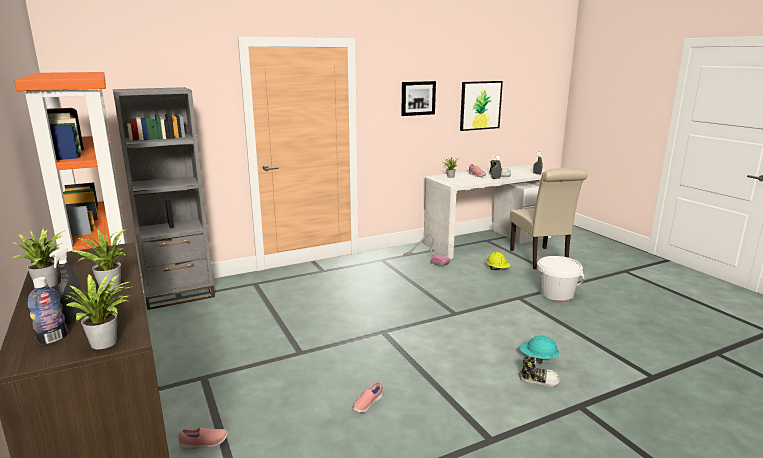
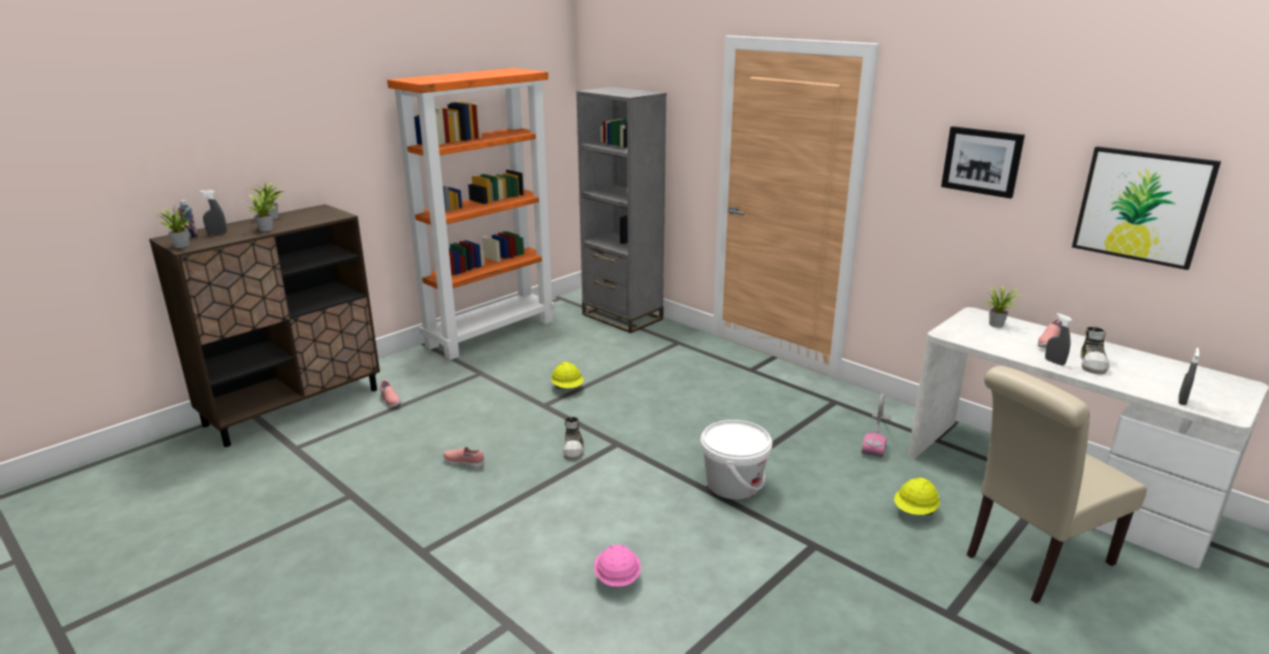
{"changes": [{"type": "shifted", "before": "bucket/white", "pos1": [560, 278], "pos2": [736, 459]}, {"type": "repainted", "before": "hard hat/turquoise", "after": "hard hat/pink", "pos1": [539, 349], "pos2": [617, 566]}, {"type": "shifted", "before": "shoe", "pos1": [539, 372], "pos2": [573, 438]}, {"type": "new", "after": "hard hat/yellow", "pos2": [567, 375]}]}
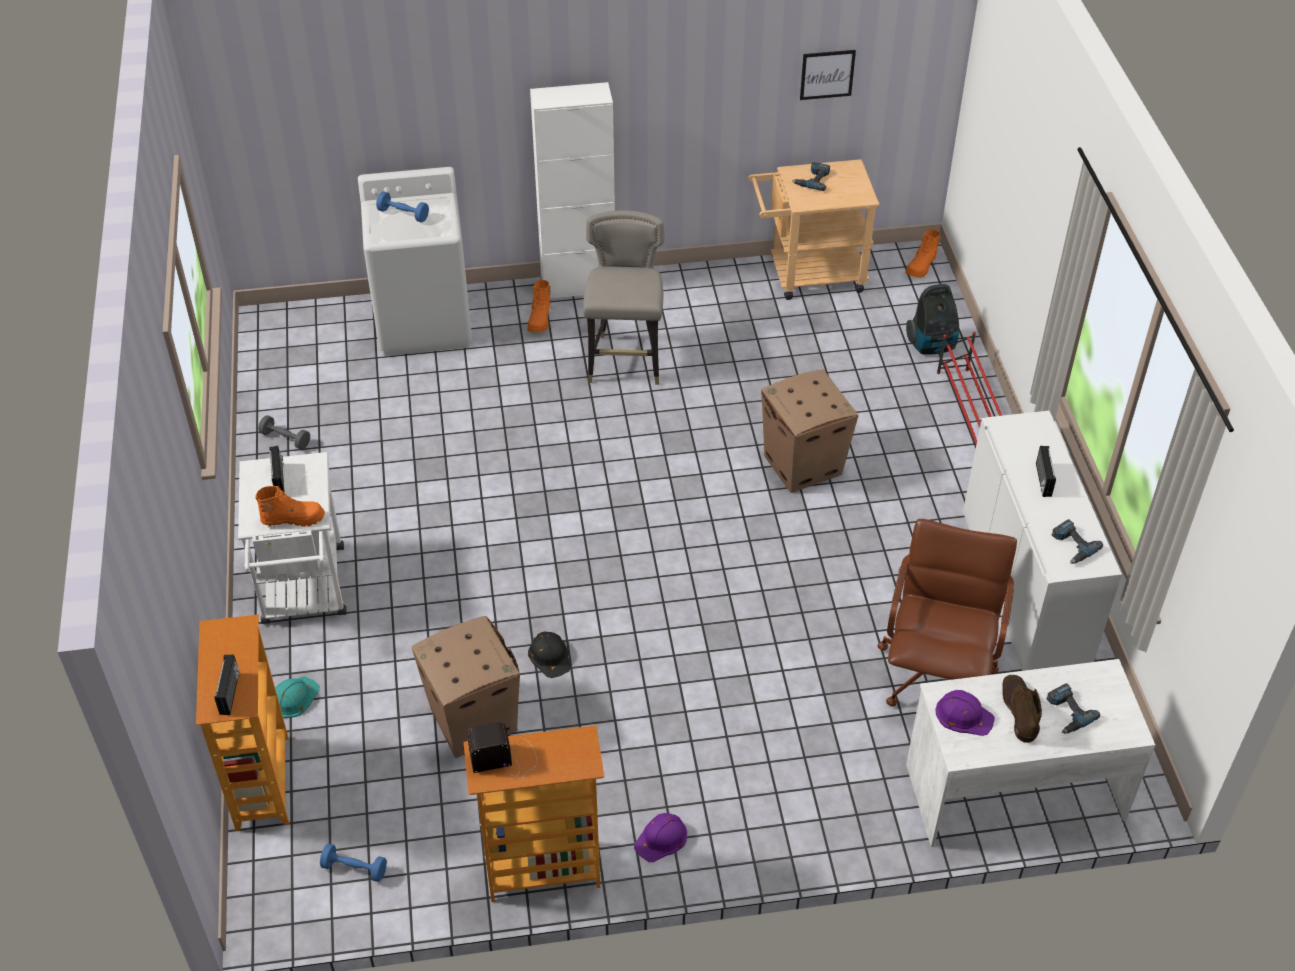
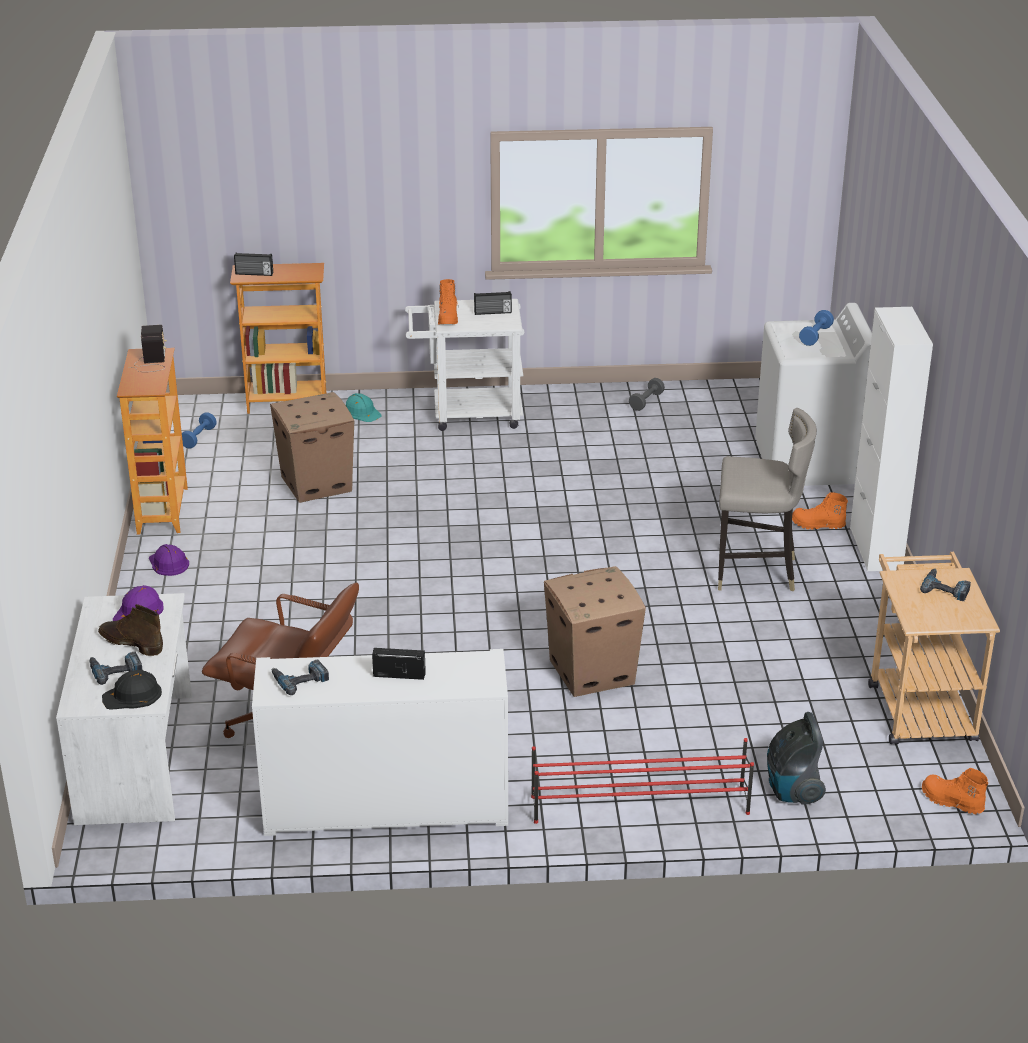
{"changes": [{"type": "gone", "before": "picture", "pos1": [828, 75]}, {"type": "shifted", "before": "hard hat/black", "pos1": [549, 654], "pos2": [132, 690]}, {"type": "rotated", "before": "boot/brown", "pos1": [1022, 709], "pos2": [130, 630], "turn": -150}]}
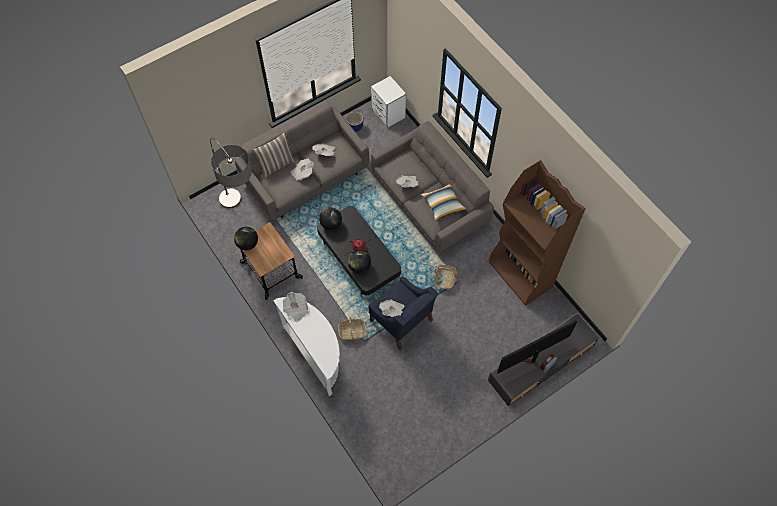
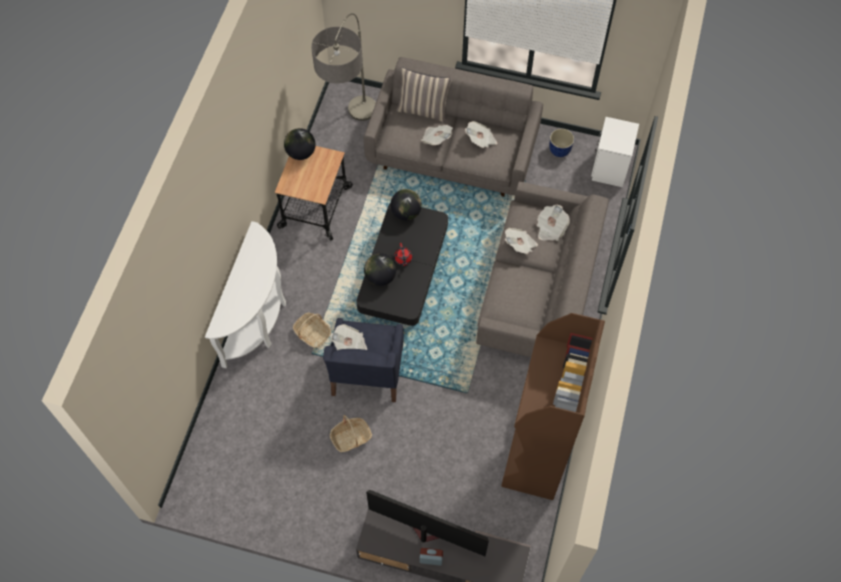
{"changes": [{"type": "gone", "before": "pillow", "pos1": [444, 203]}, {"type": "shifted", "before": "basket", "pos1": [445, 277], "pos2": [351, 433]}, {"type": "shifted", "before": "newspaper", "pos1": [296, 307], "pos2": [553, 223]}]}
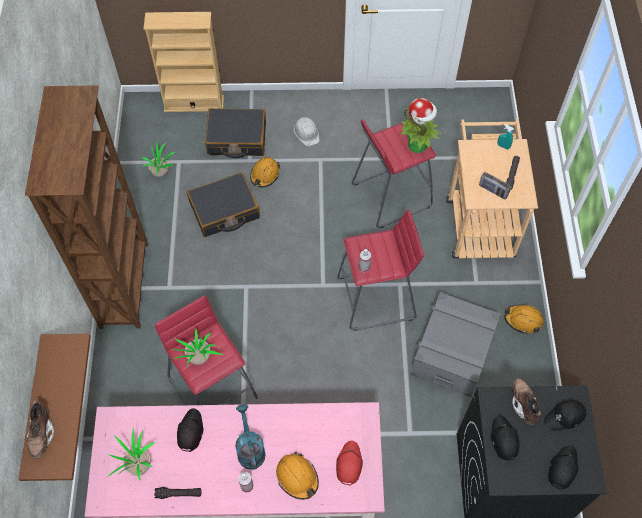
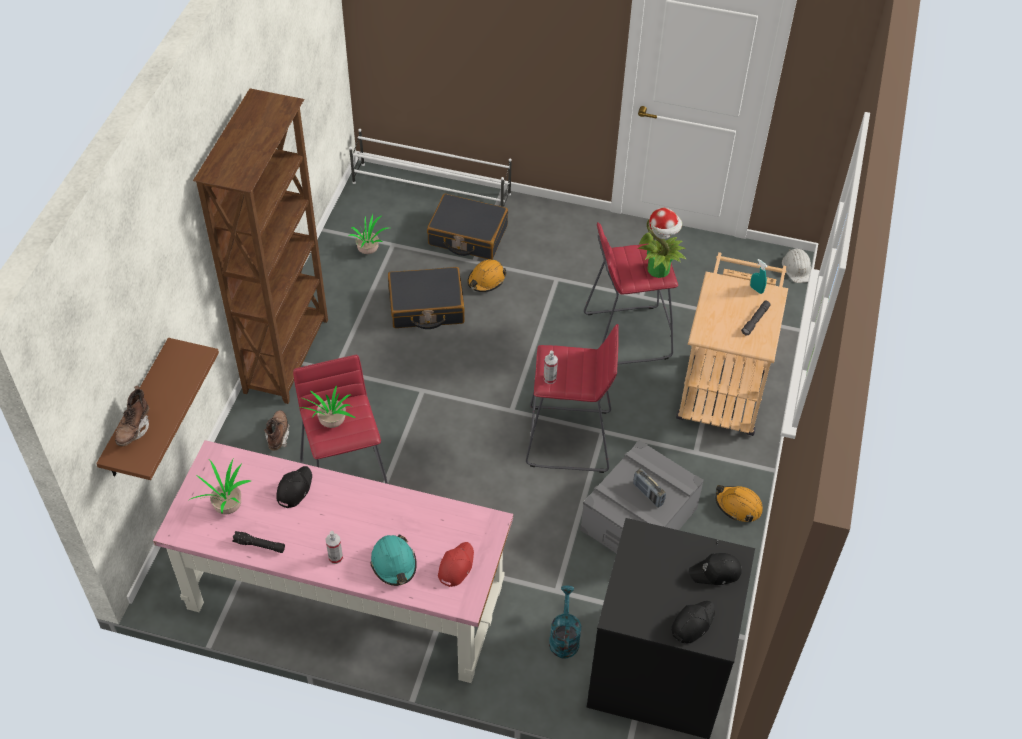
{"changes": [{"type": "swapped", "before": "bookcase/beige", "after": "shoe rack/white", "pos1": [183, 62], "pos2": [430, 168]}, {"type": "shifted", "before": "hard hat/white", "pos1": [307, 131], "pos2": [796, 266]}, {"type": "shifted", "before": "radio", "pos1": [495, 185], "pos2": [649, 487]}, {"type": "shifted", "before": "boot/brown", "pos1": [526, 401], "pos2": [277, 430]}, {"type": "shifted", "before": "watering can/turquoise", "pos1": [250, 437], "pos2": [565, 622]}, {"type": "gone", "before": "cap/black", "pos1": [505, 437]}, {"type": "repainted", "before": "hard hat/orange", "after": "hard hat/turquoise", "pos1": [297, 476], "pos2": [393, 560]}]}
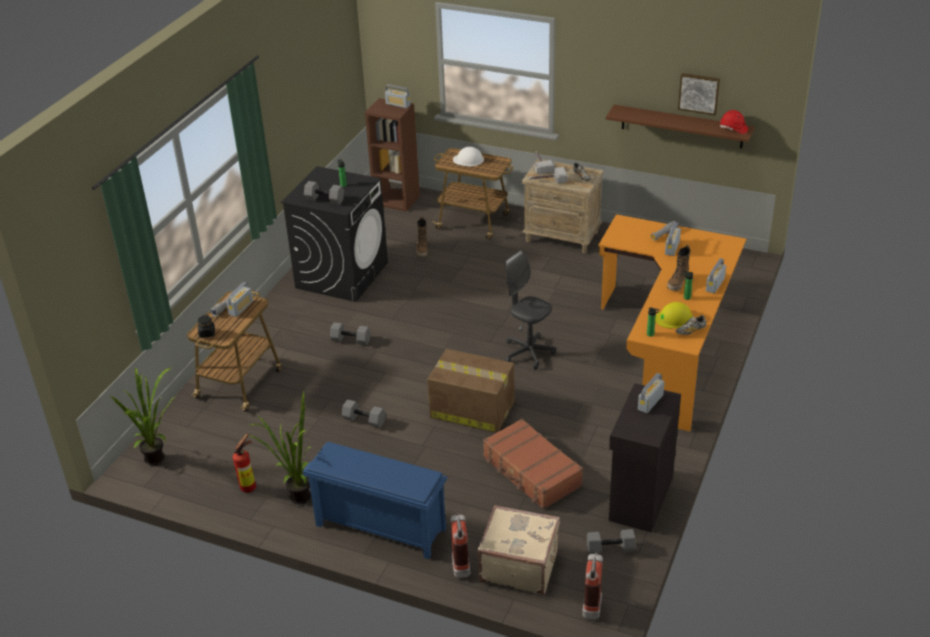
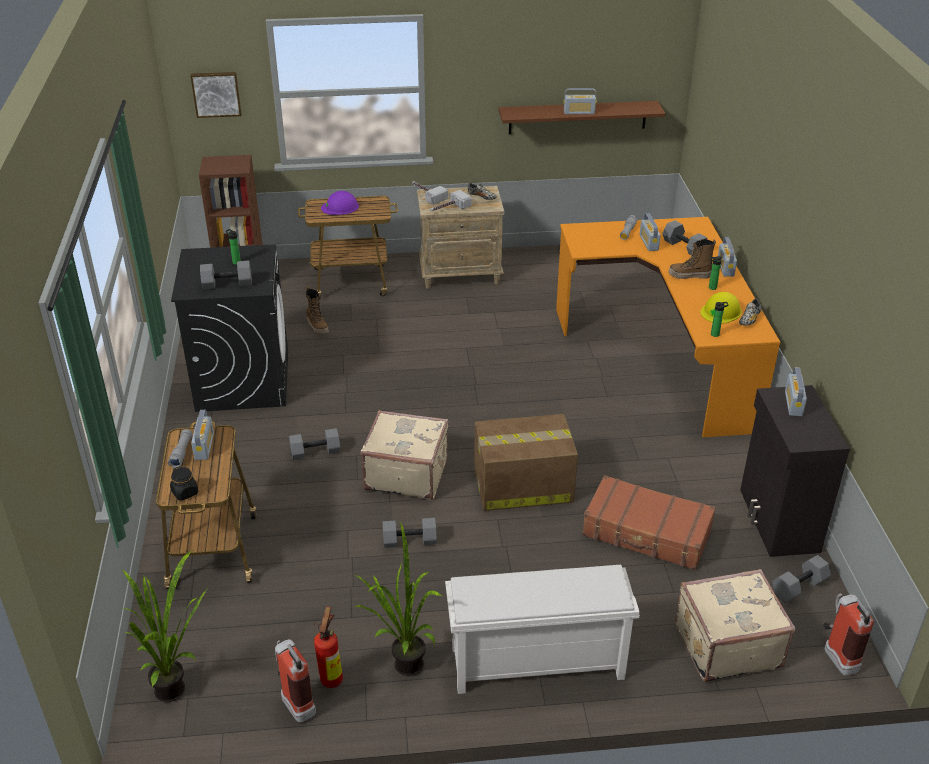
{"changes": [{"type": "shifted", "before": "picture", "pos1": [699, 94], "pos2": [216, 95]}, {"type": "shifted", "before": "radio", "pos1": [398, 96], "pos2": [580, 101]}, {"type": "gone", "before": "hard hat/red", "pos1": [734, 122]}, {"type": "repainted", "before": "hard hat/white", "after": "hard hat/purple", "pos1": [468, 156], "pos2": [340, 203]}, {"type": "rotated", "before": "boot", "pos1": [678, 268], "pos2": [692, 259], "turn": 90}, {"type": "gone", "before": "office chair/grey", "pos1": [530, 310]}, {"type": "repainted", "before": "shoe rack/blue", "after": "shoe rack/white", "pos1": [375, 500], "pos2": [542, 629]}, {"type": "shifted", "before": "fire extinguisher", "pos1": [460, 546], "pos2": [295, 681]}, {"type": "new", "after": "dumbbell/grey", "pos2": [685, 237]}, {"type": "new", "after": "suitcase/beige", "pos2": [404, 455]}]}
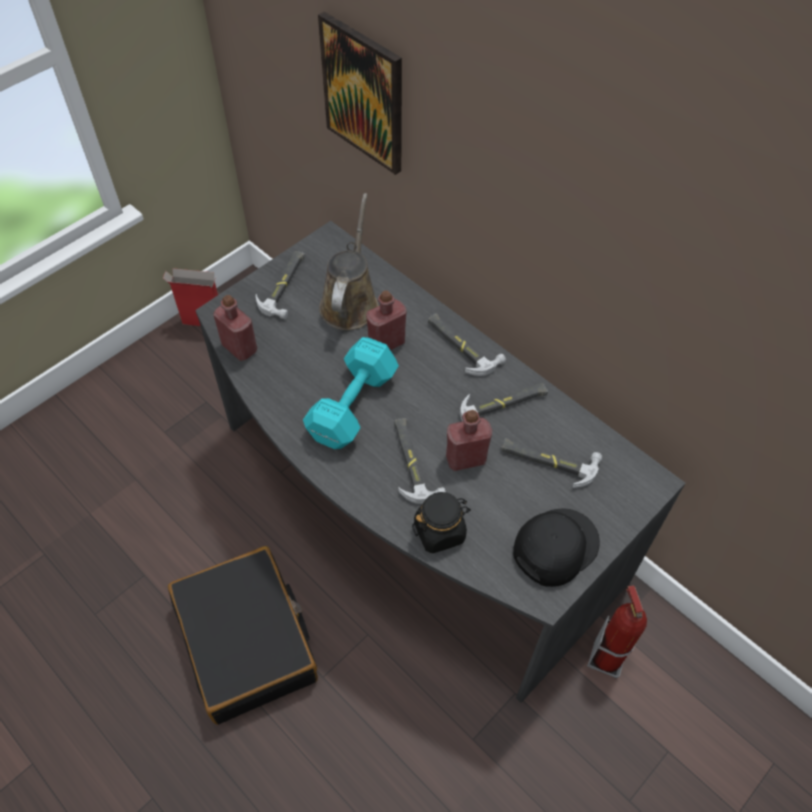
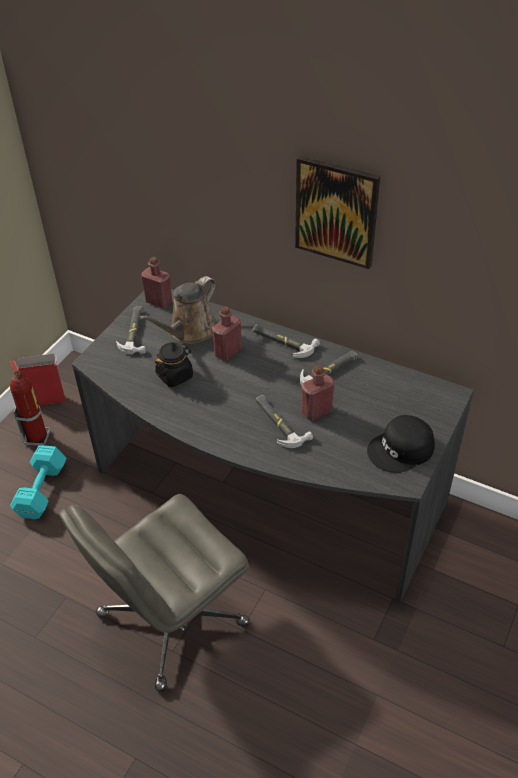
{"changes": [{"type": "shifted", "before": "picture", "pos1": [360, 93], "pos2": [337, 212]}, {"type": "rotated", "before": "watering can/brown", "pos1": [349, 261], "pos2": [177, 310], "turn": -135}, {"type": "shifted", "before": "bottle/red", "pos1": [235, 328], "pos2": [156, 282]}, {"type": "shifted", "before": "dumbbell/turquoise", "pos1": [351, 393], "pos2": [38, 482]}, {"type": "gone", "before": "hammer", "pos1": [551, 463]}, {"type": "shifted", "before": "jar/black", "pos1": [441, 523], "pos2": [174, 364]}, {"type": "rotated", "before": "cap/black", "pos1": [556, 547], "pos2": [401, 444], "turn": -150}, {"type": "swapped", "before": "suitcase/black", "after": "office chair/grey", "pos1": [243, 635], "pos2": [154, 593]}, {"type": "shifted", "before": "fire extinguisher", "pos1": [617, 631], "pos2": [30, 403]}]}
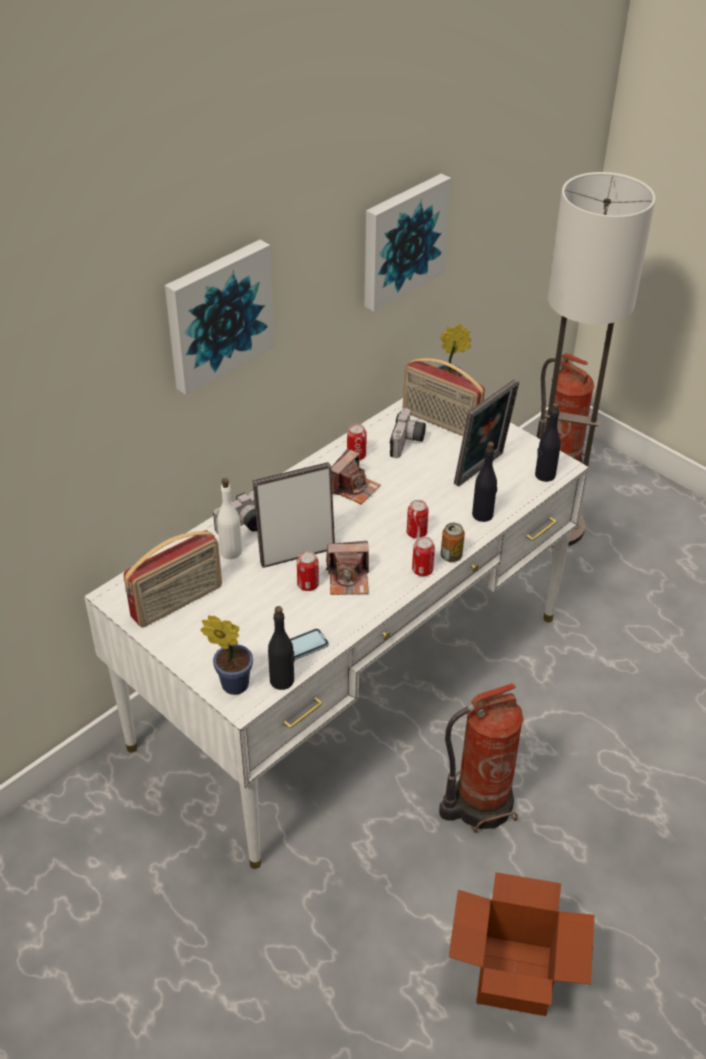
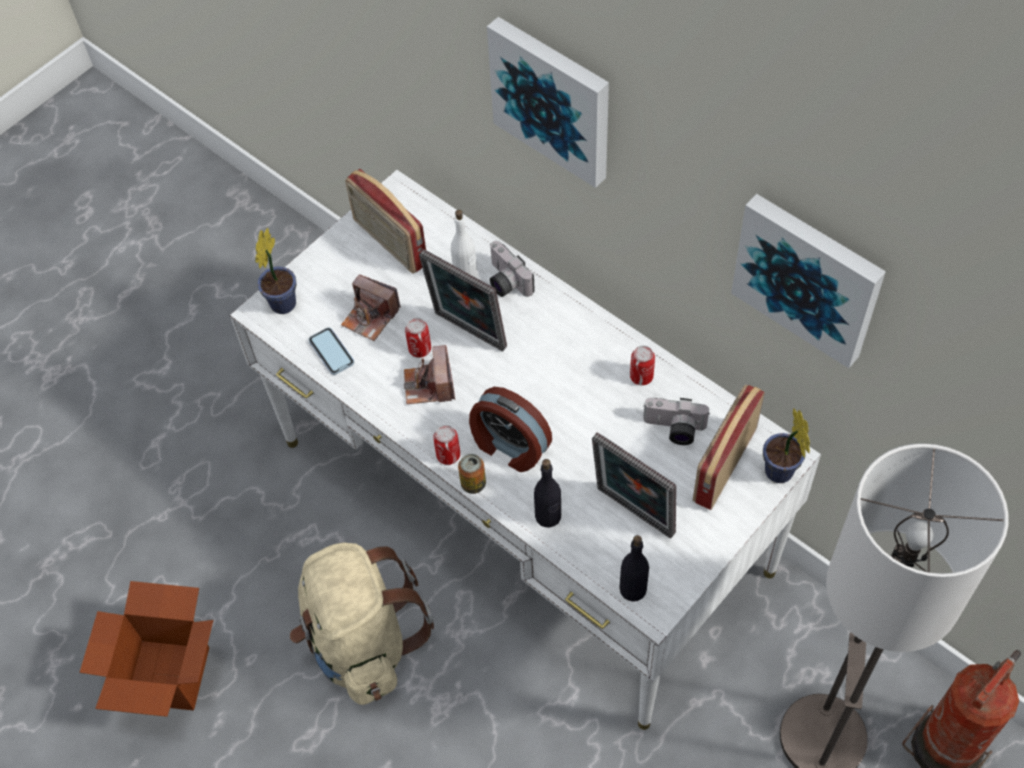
{"changes": [{"type": "shifted", "before": "photo camera", "pos1": [356, 477], "pos2": [371, 307]}, {"type": "rotated", "before": "picture frame", "pos1": [294, 515], "pos2": [463, 300], "turn": 150}, {"type": "swapped", "before": "can", "after": "alarm clock", "pos1": [417, 519], "pos2": [510, 429]}, {"type": "gone", "before": "bottle/black", "pos1": [281, 648]}, {"type": "swapped", "before": "fire extinguisher", "after": "backpack/beige", "pos1": [481, 758], "pos2": [362, 623]}]}
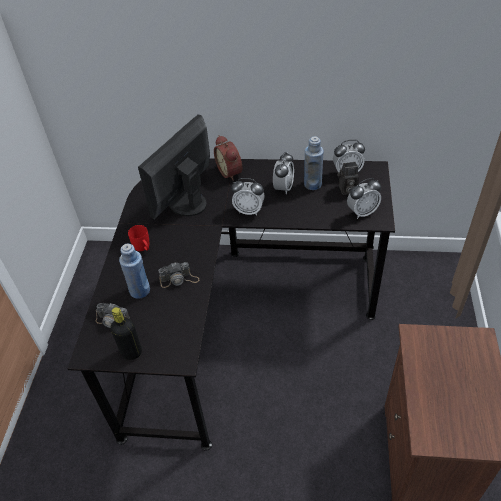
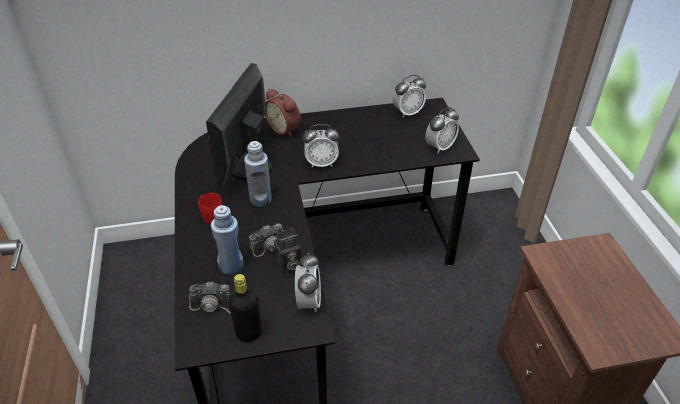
{"changes": [{"type": "shifted", "before": "bottle/blue", "pos1": [314, 163], "pos2": [258, 174]}, {"type": "shifted", "before": "alarm clock", "pos1": [283, 173], "pos2": [308, 282]}, {"type": "shifted", "before": "photo camera", "pos1": [348, 178], "pos2": [286, 250]}]}
